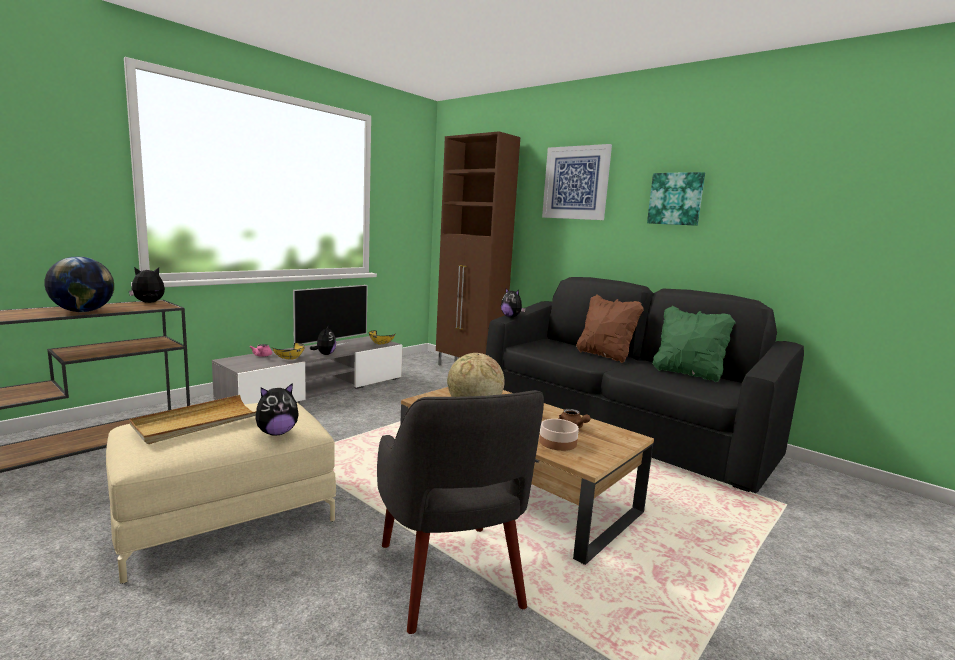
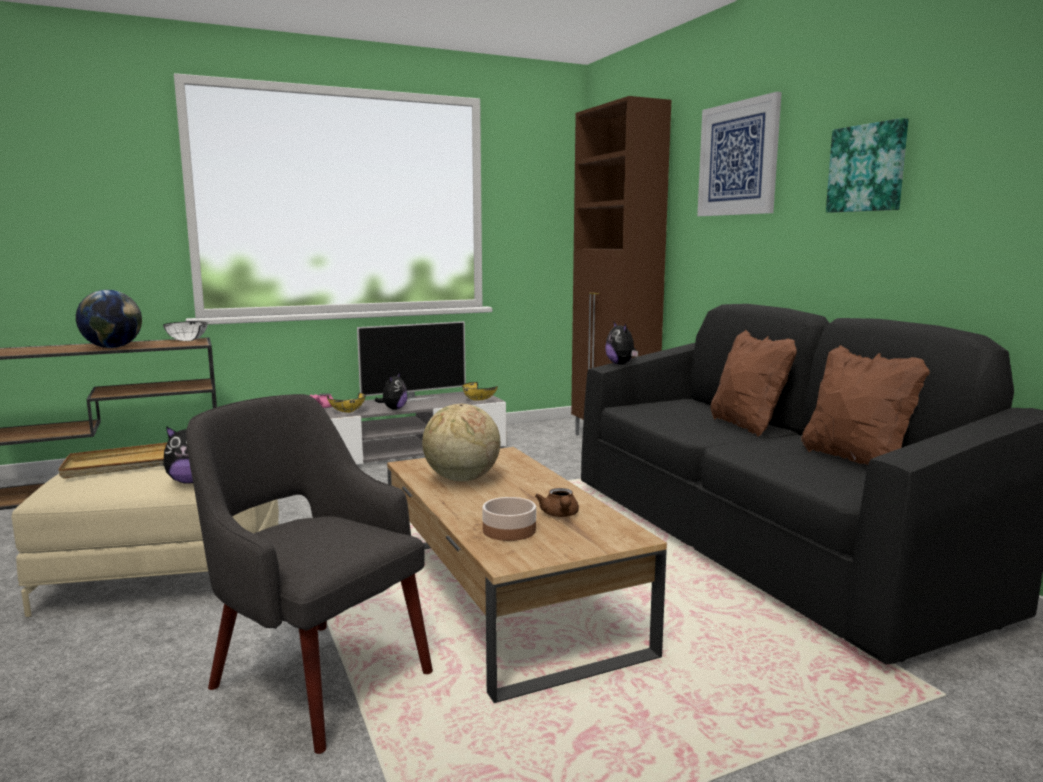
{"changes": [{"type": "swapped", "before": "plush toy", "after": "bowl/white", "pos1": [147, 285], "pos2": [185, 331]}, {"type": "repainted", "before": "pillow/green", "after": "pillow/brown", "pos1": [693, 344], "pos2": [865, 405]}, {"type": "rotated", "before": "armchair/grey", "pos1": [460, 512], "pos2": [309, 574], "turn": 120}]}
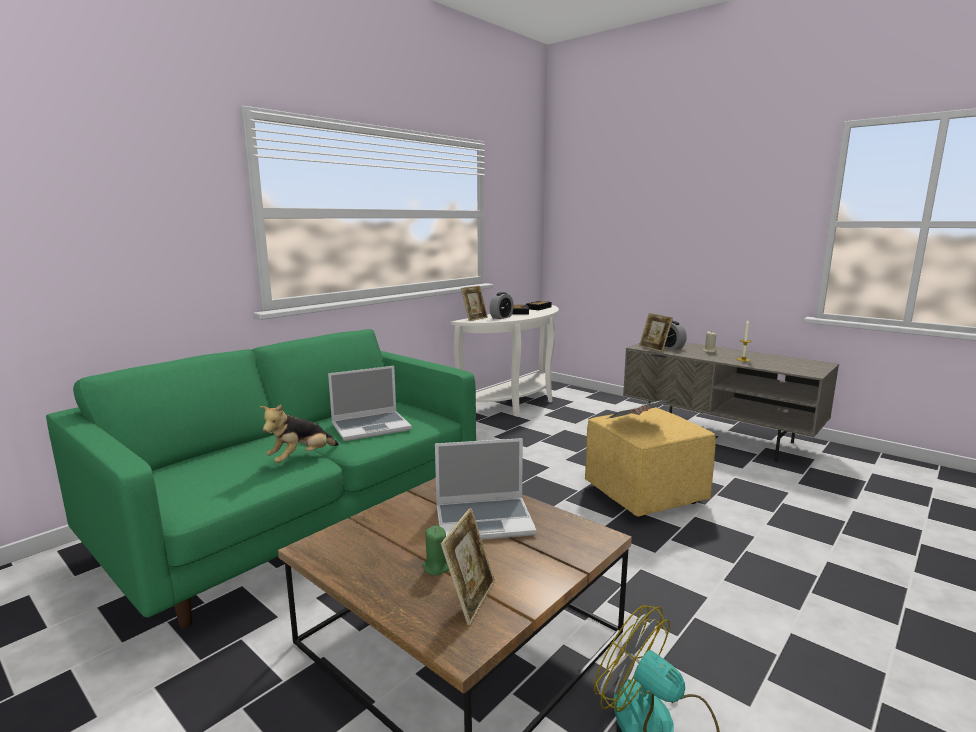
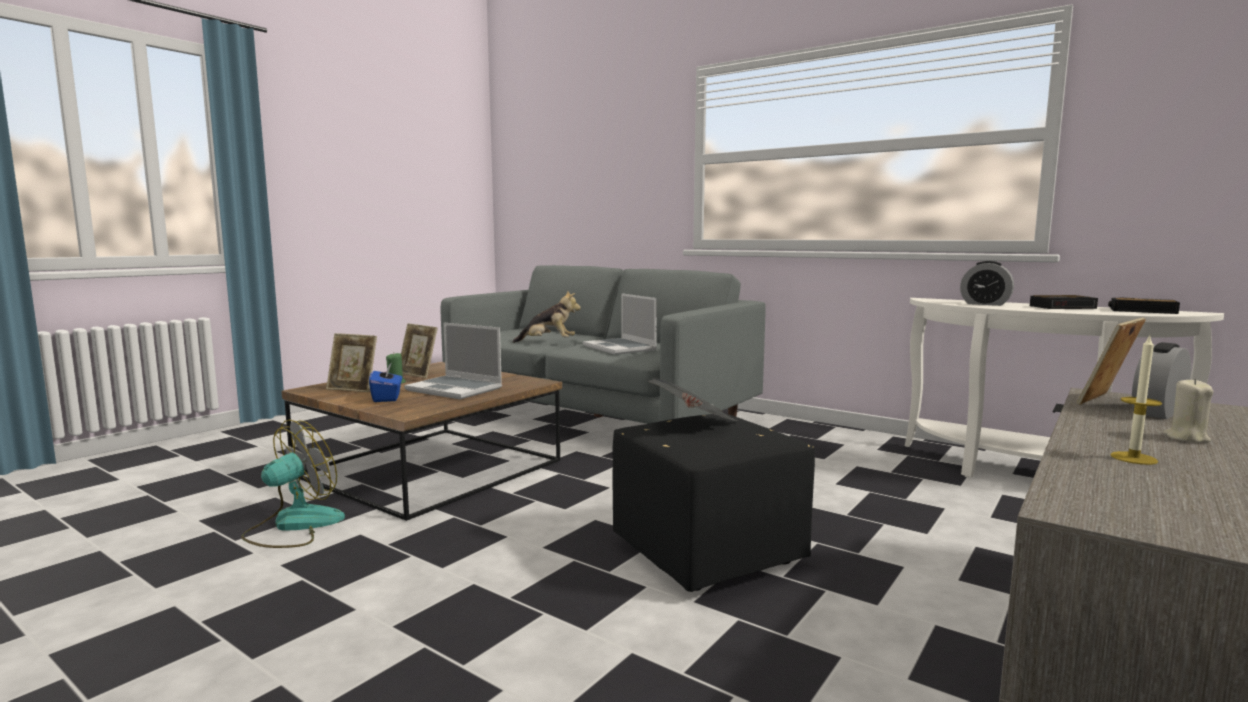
{"changes": [{"type": "shifted", "before": "picture frame", "pos1": [474, 303], "pos2": [419, 350]}, {"type": "repainted", "before": "sofa/green", "after": "sofa/grey", "pos1": [261, 479], "pos2": [603, 344]}, {"type": "rotated", "before": "plush toy", "pos1": [299, 433], "pos2": [547, 316], "turn": 150}, {"type": "repainted", "before": "ottoman/yellow", "after": "ottoman/black", "pos1": [650, 462], "pos2": [713, 503]}, {"type": "rotated", "before": "laptop", "pos1": [486, 489], "pos2": [453, 361], "turn": -45}, {"type": "new", "after": "tissue box/blue", "pos2": [385, 382]}]}
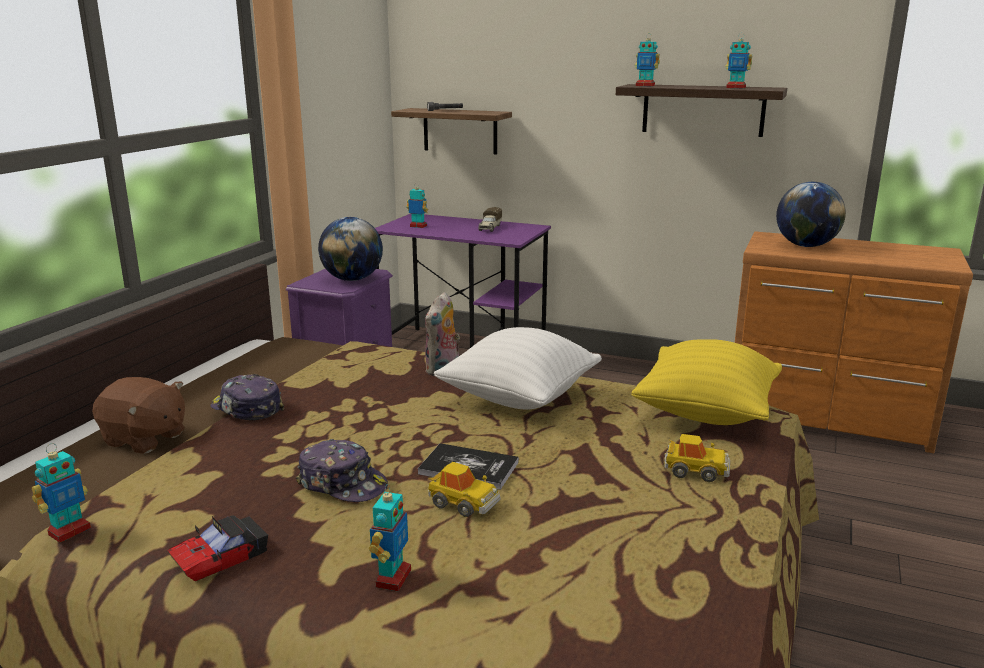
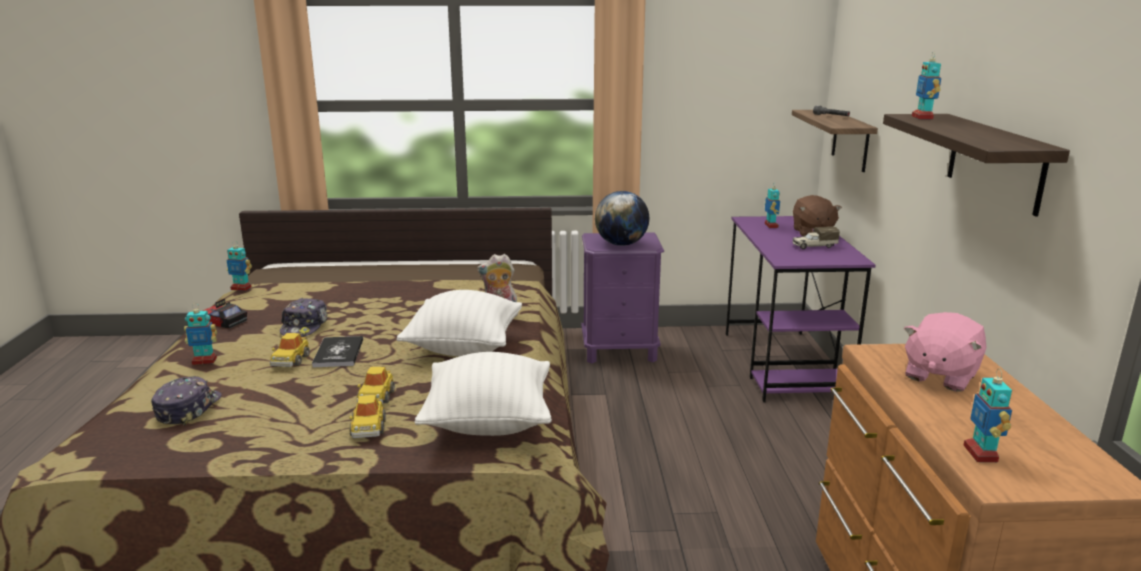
{"changes": [{"type": "shifted", "before": "toy robot", "pos1": [739, 60], "pos2": [988, 415]}, {"type": "swapped", "before": "globe", "after": "plush toy/pink", "pos1": [811, 214], "pos2": [945, 352]}, {"type": "repainted", "before": "pillow/yellow", "after": "pillow/white", "pos1": [706, 382], "pos2": [483, 394]}, {"type": "shifted", "before": "cap", "pos1": [247, 397], "pos2": [186, 401]}, {"type": "shifted", "before": "plush toy/brown", "pos1": [138, 415], "pos2": [817, 216]}, {"type": "new", "after": "toy car", "pos2": [376, 385]}]}
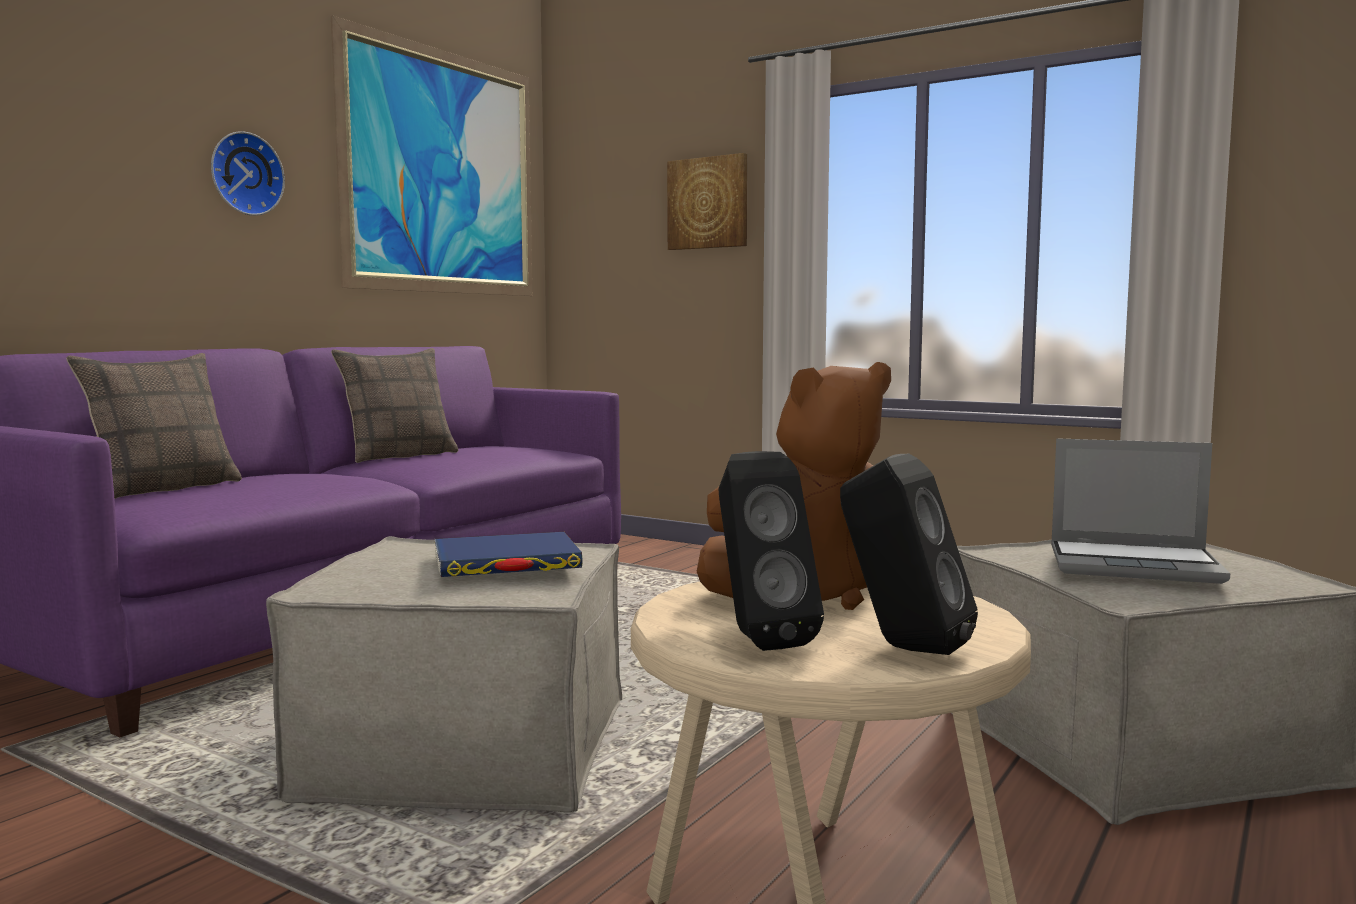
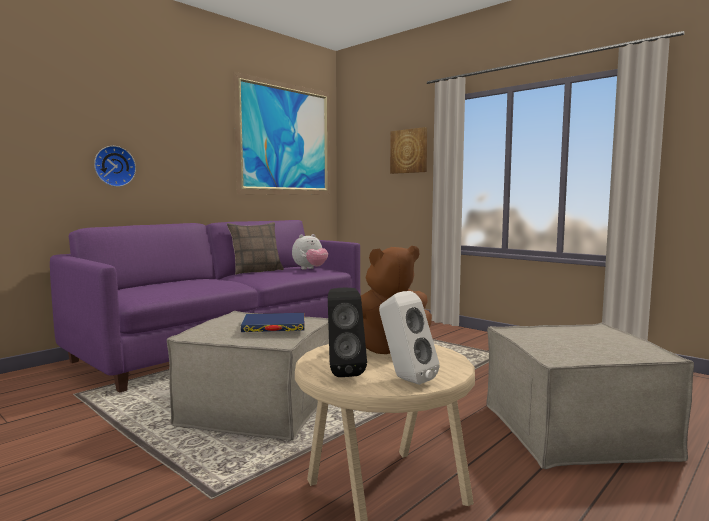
{"changes": [{"type": "shifted", "before": "wall clock", "pos1": [248, 173], "pos2": [115, 166]}, {"type": "gone", "before": "pillow", "pos1": [154, 426]}, {"type": "gone", "before": "laptop", "pos1": [1140, 511]}, {"type": "repainted", "before": "speaker/black", "after": "speaker/white", "pos1": [909, 554], "pos2": [409, 338]}, {"type": "new", "after": "plush toy", "pos2": [310, 252]}]}
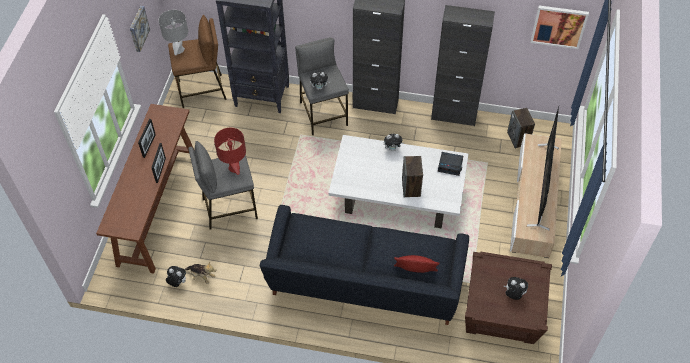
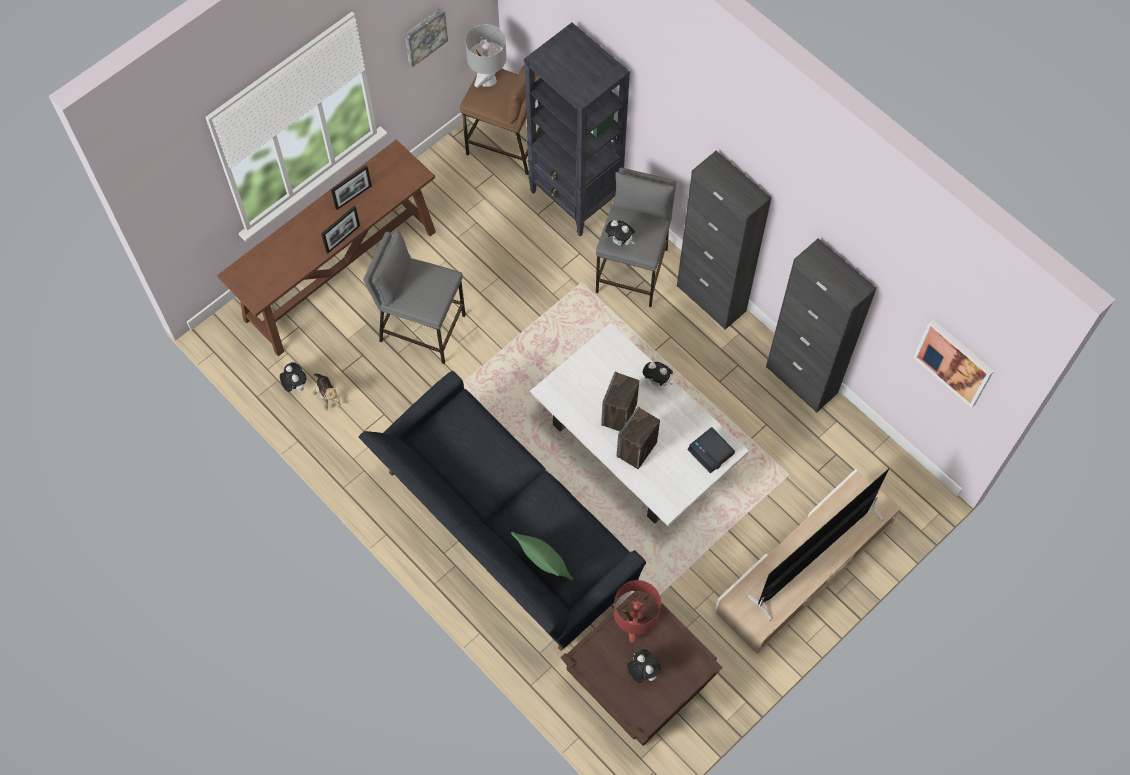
{"changes": [{"type": "shifted", "before": "speaker", "pos1": [521, 128], "pos2": [620, 401]}, {"type": "shifted", "before": "table lamp/red", "pos1": [230, 151], "pos2": [637, 611]}, {"type": "repainted", "before": "pillow/red", "after": "pillow/green", "pos1": [416, 264], "pos2": [542, 556]}]}
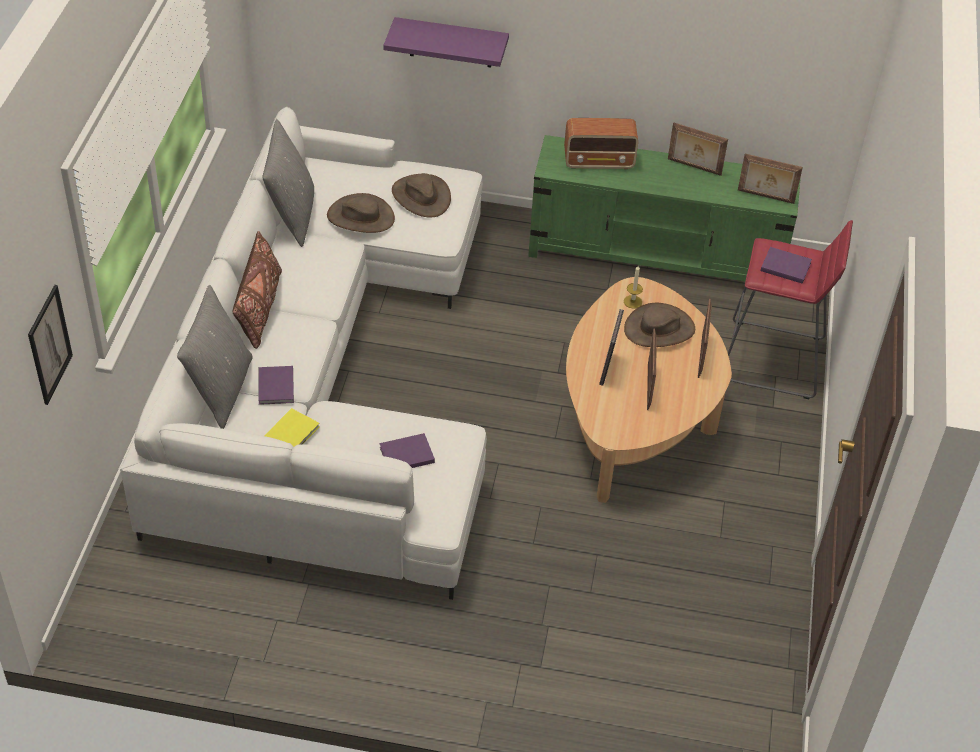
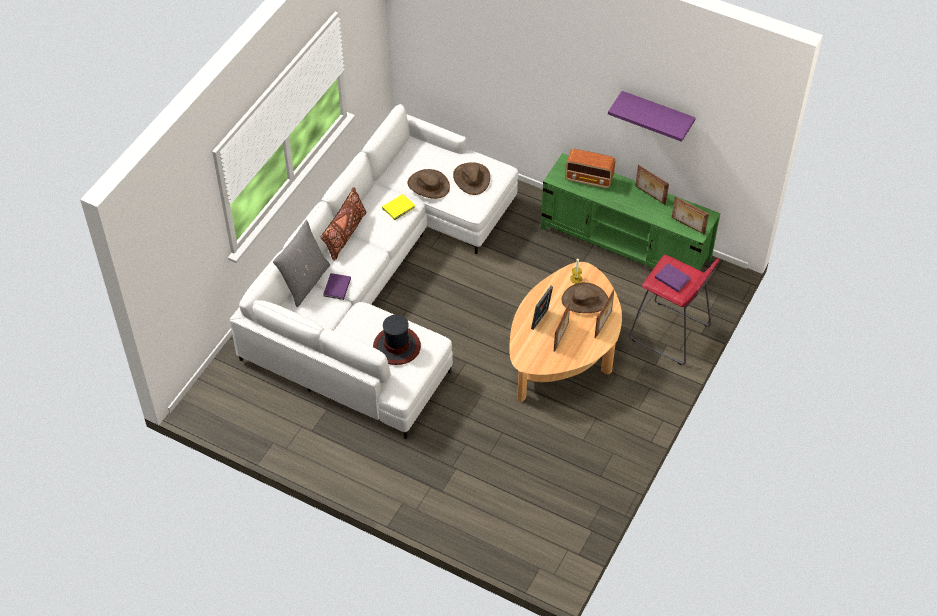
{"changes": [{"type": "shifted", "before": "shelf/purple", "pos1": [446, 42], "pos2": [652, 116]}, {"type": "gone", "before": "pillow/grey", "pos1": [288, 183]}, {"type": "gone", "before": "picture", "pos1": [50, 345]}, {"type": "shifted", "before": "book/yellow", "pos1": [292, 427], "pos2": [399, 207]}, {"type": "swapped", "before": "book/purple", "after": "hat", "pos1": [407, 450], "pos2": [397, 340]}]}
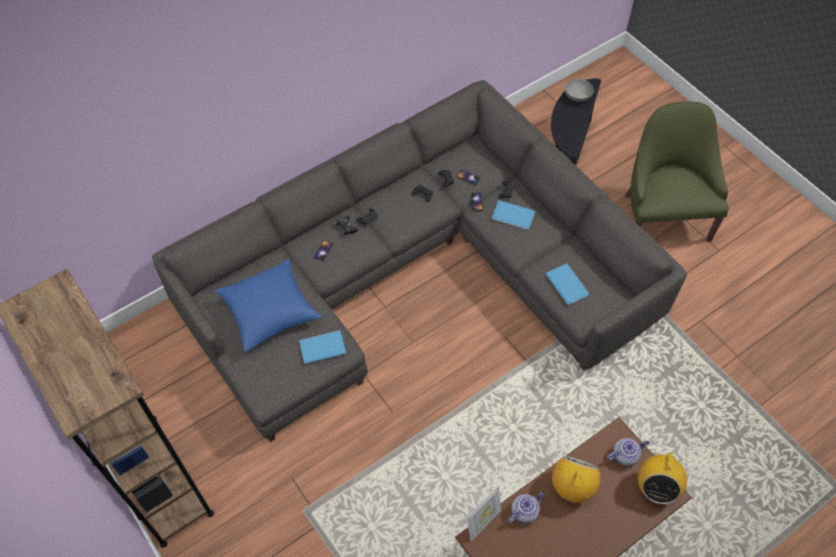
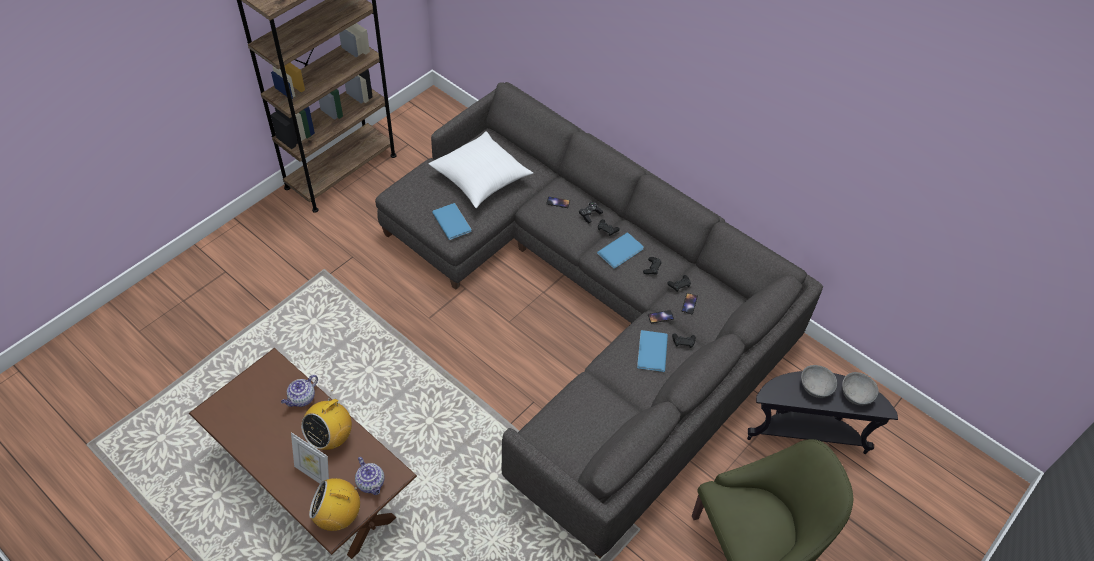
{"changes": [{"type": "repainted", "before": "pillow/blue", "after": "pillow/white", "pos1": [268, 305], "pos2": [481, 169]}, {"type": "shifted", "before": "book/blue", "pos1": [567, 284], "pos2": [620, 250]}, {"type": "rotated", "before": "radio", "pos1": [576, 479], "pos2": [326, 420], "turn": 120}, {"type": "shifted", "before": "picture frame", "pos1": [484, 513], "pos2": [310, 457]}, {"type": "rotated", "before": "teapot", "pos1": [526, 507], "pos2": [299, 391], "turn": 90}, {"type": "new", "after": "bowl/grey", "pos2": [819, 381]}]}
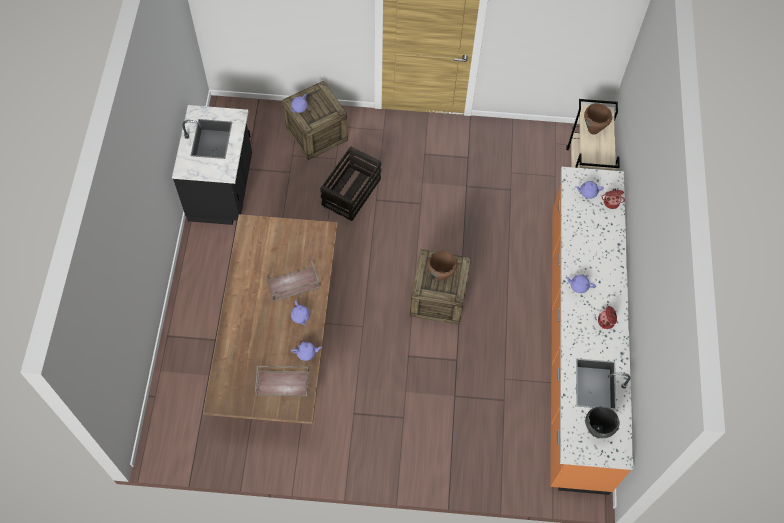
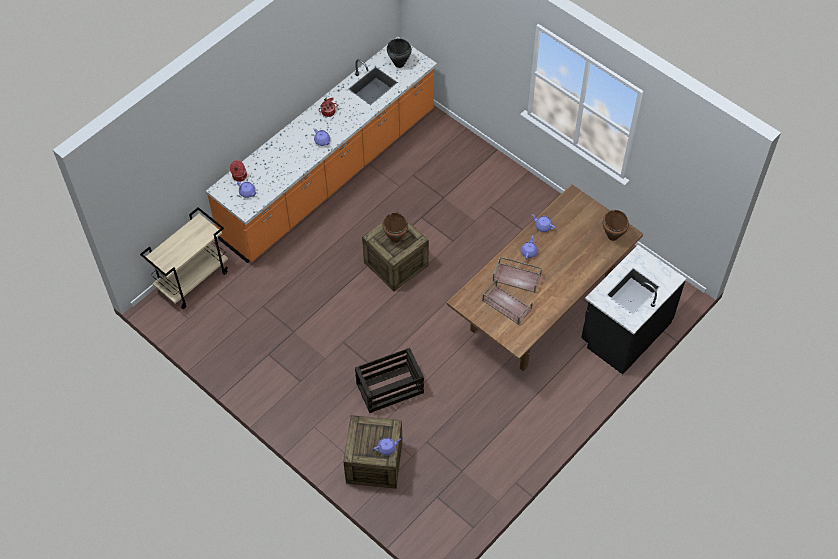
{"changes": [{"type": "shifted", "before": "cooking pot/brown", "pos1": [598, 118], "pos2": [616, 225]}, {"type": "shifted", "before": "counter/black", "pos1": [212, 165], "pos2": [633, 309]}, {"type": "shifted", "before": "tray/brown", "pos1": [282, 381], "pos2": [507, 302]}]}
